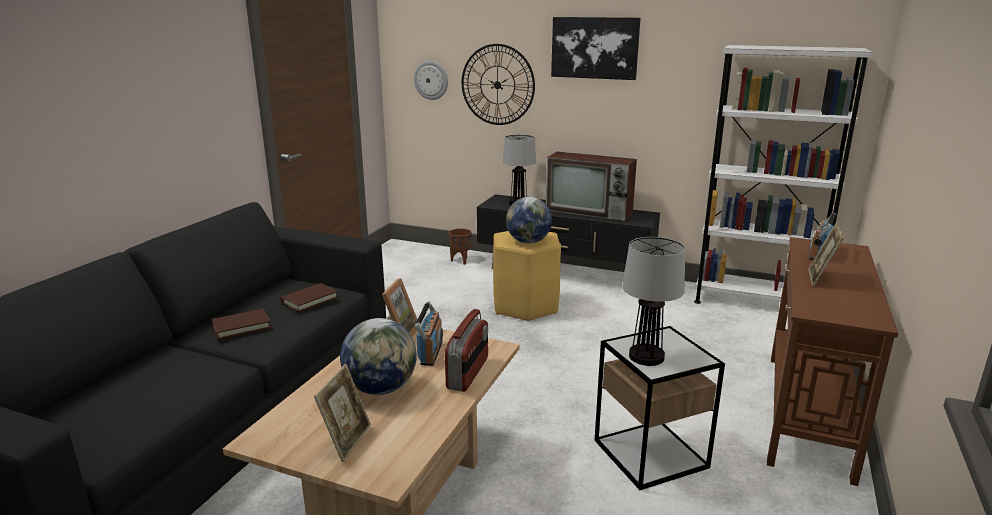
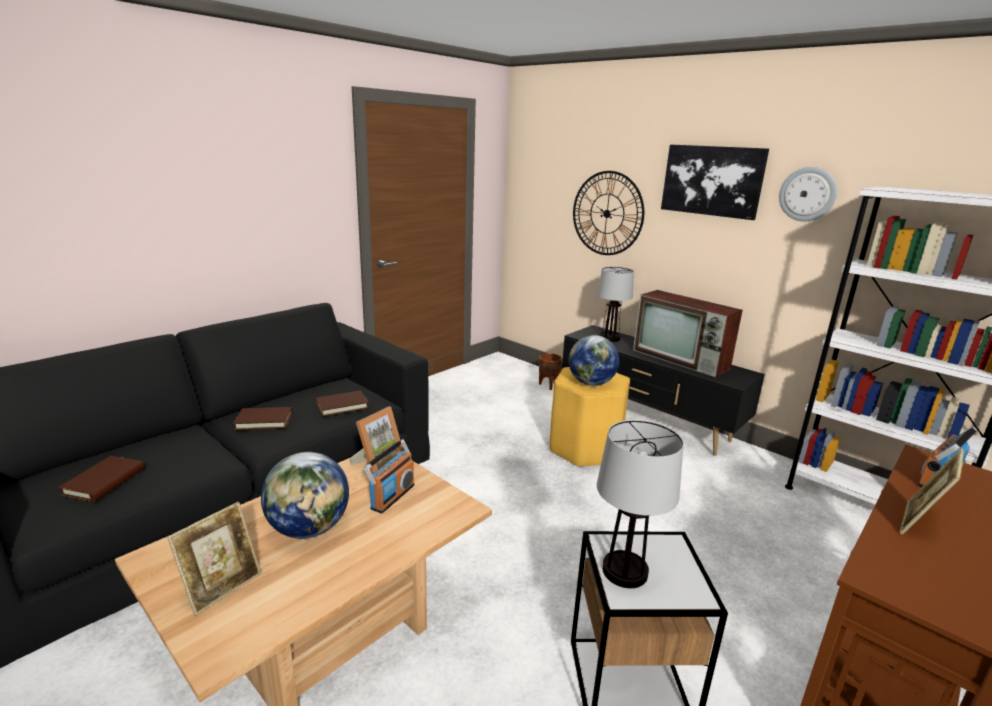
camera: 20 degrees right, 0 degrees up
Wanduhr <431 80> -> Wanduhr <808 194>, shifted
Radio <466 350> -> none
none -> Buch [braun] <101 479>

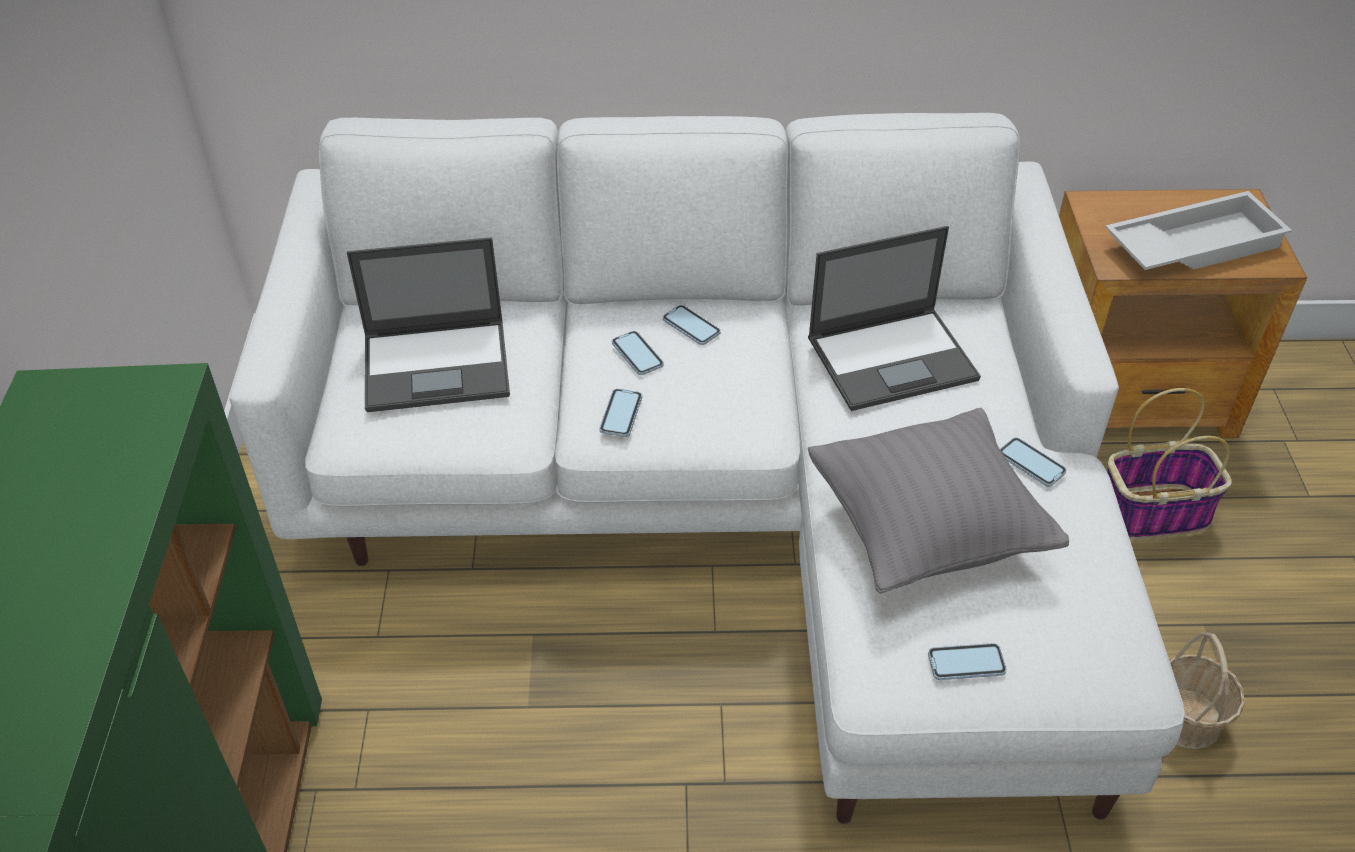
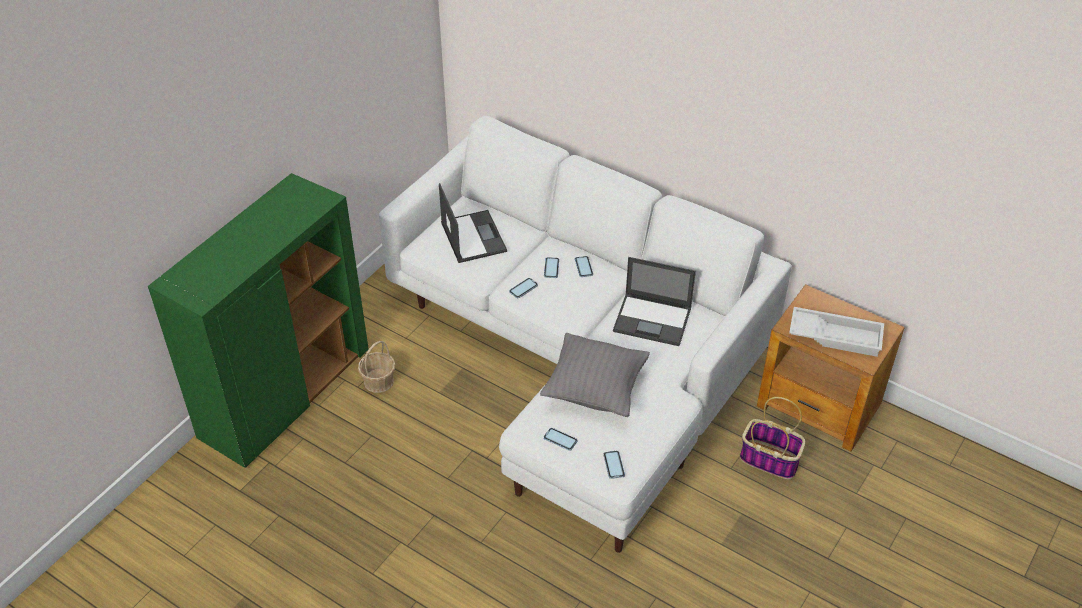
camera: 35 degrees right, 0 degrees up
Laptop <428 324> -> Laptop <473 223>, 135 degrees counterclockwise
Handy <1033 462> -> Handy <614 465>, shifted
Korb <1207 690> -> Korb <376 367>, shifted

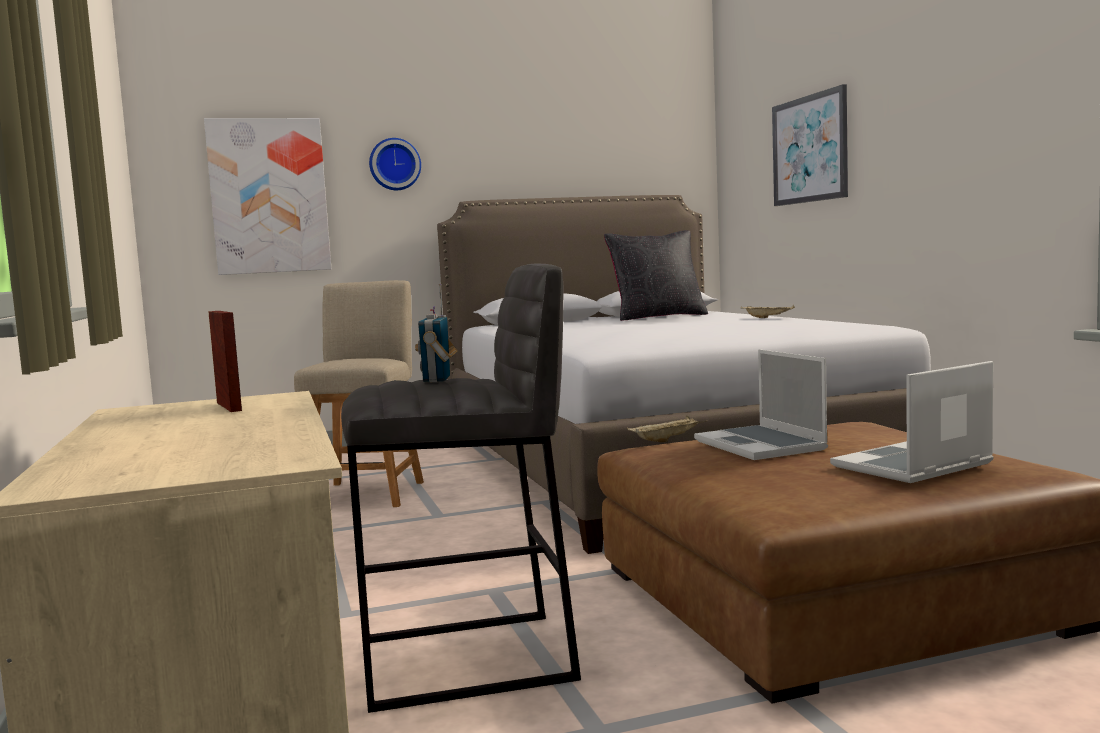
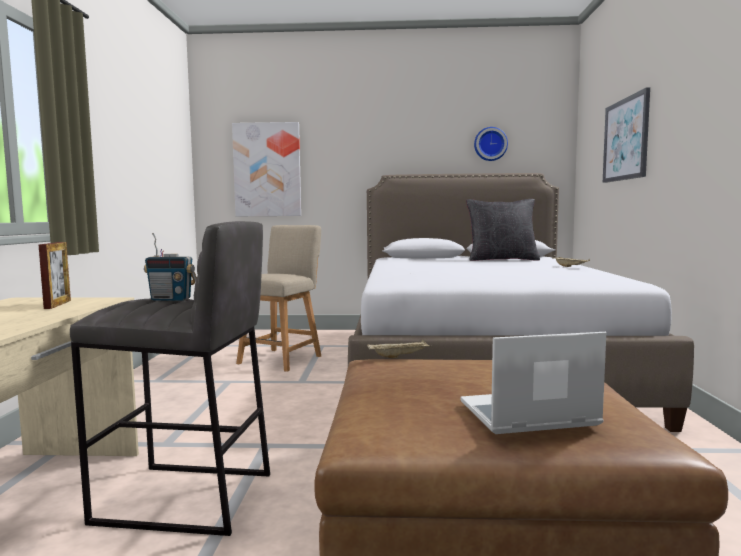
camera: 20 degrees right, 0 degrees up
Wanduhr <395 164> -> Wanduhr <491 144>, shifted
Radio <436 333> -> Radio <170 267>, 105 degrees counterclockwise
Laptop <761 404> -> none

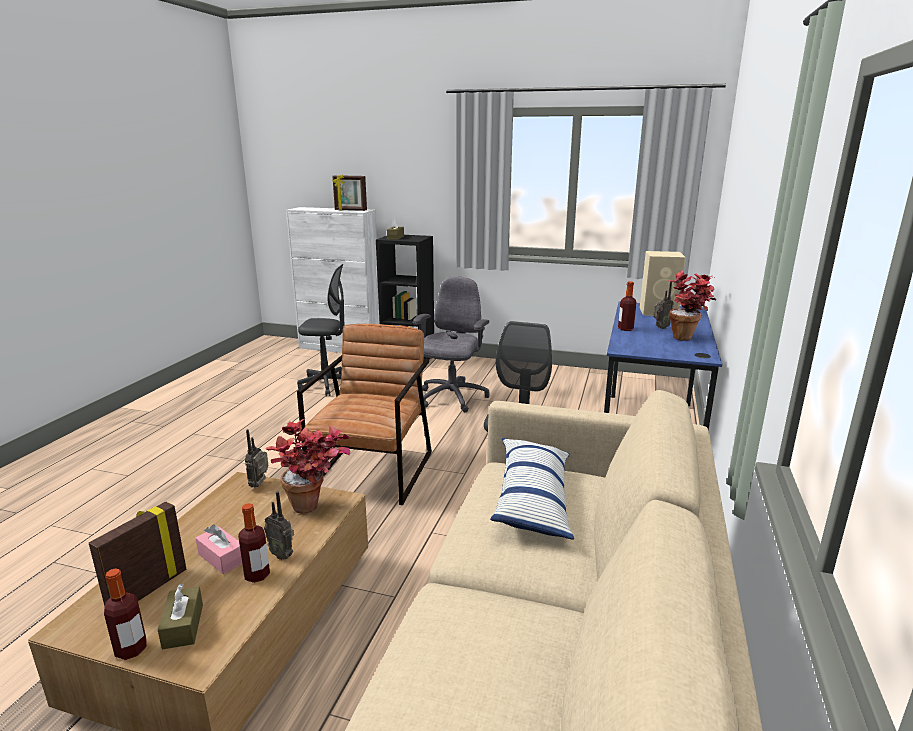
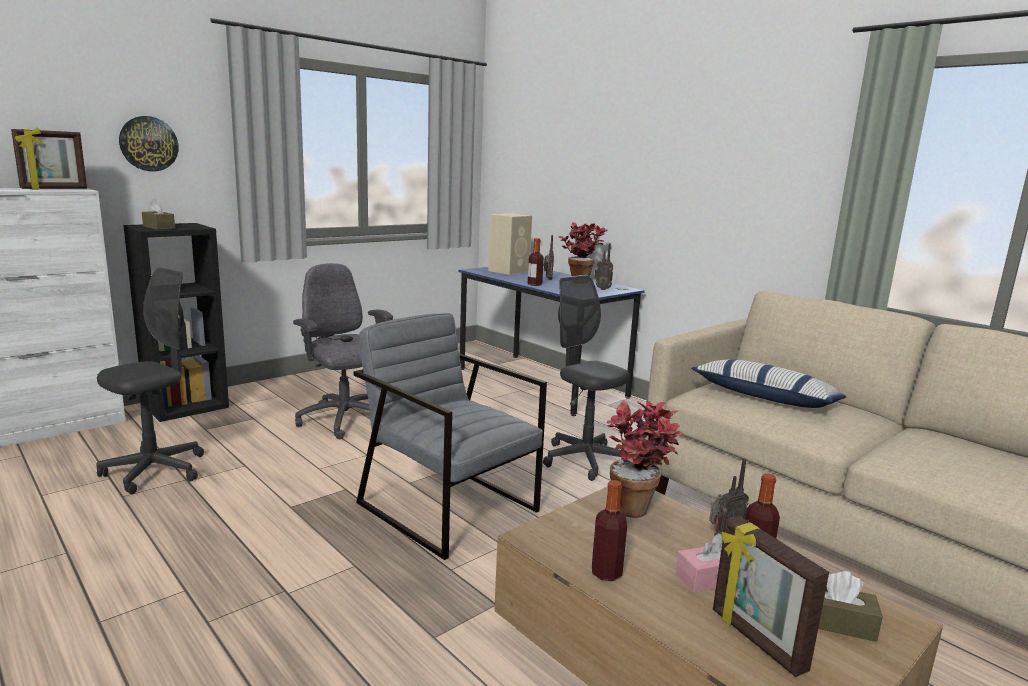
camera: 60 degrees left, 5 degrees down
Sessel [braun] <364 414> -> Sessel [grau] <450 436>
Radio <256 458> -> Radio <604 266>, shifted
Flasche <125 614> -> Flasche <609 530>, shifted
none -> Wanduhr <149 144>

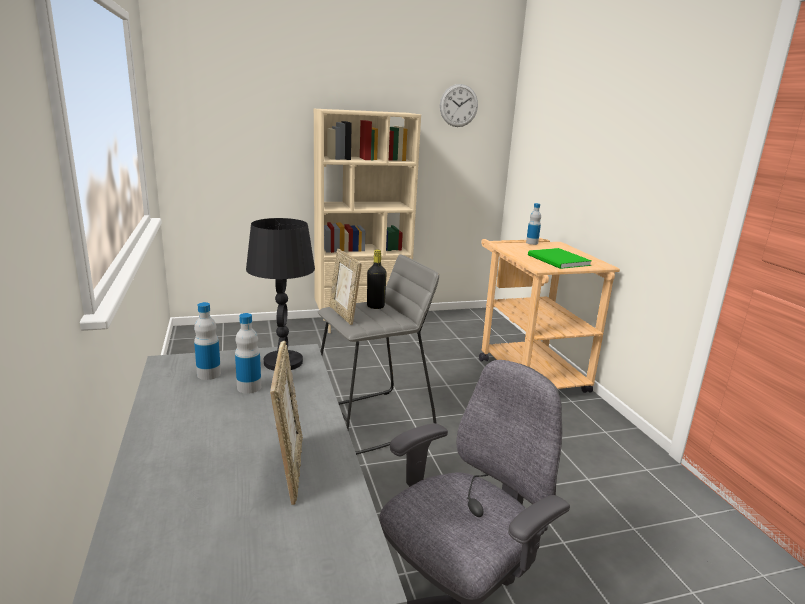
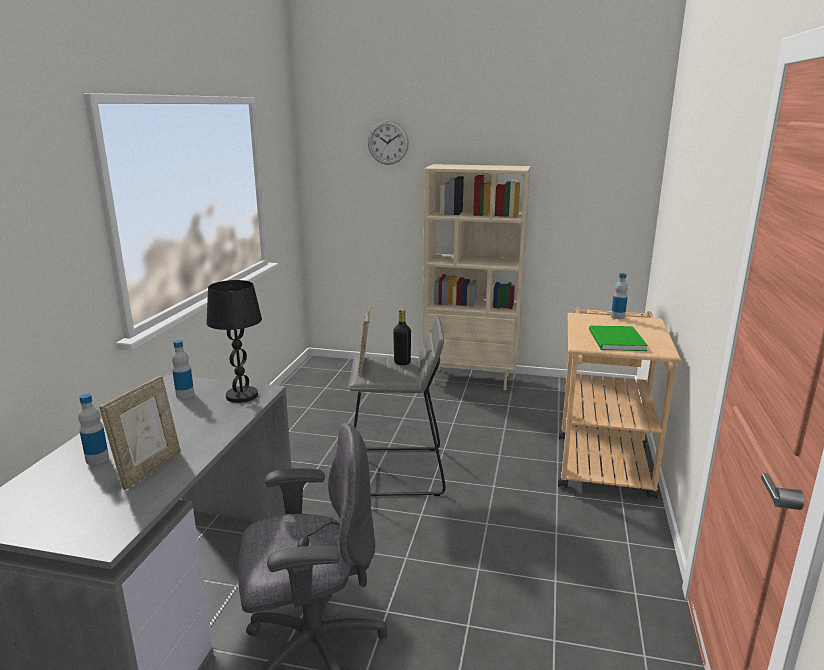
camera: 30 degrees right, 0 degrees up
Wanduhr <459 105> -> Wanduhr <388 143>, shifted
Flasche <248 353> -> Flasche <93 429>, shifted

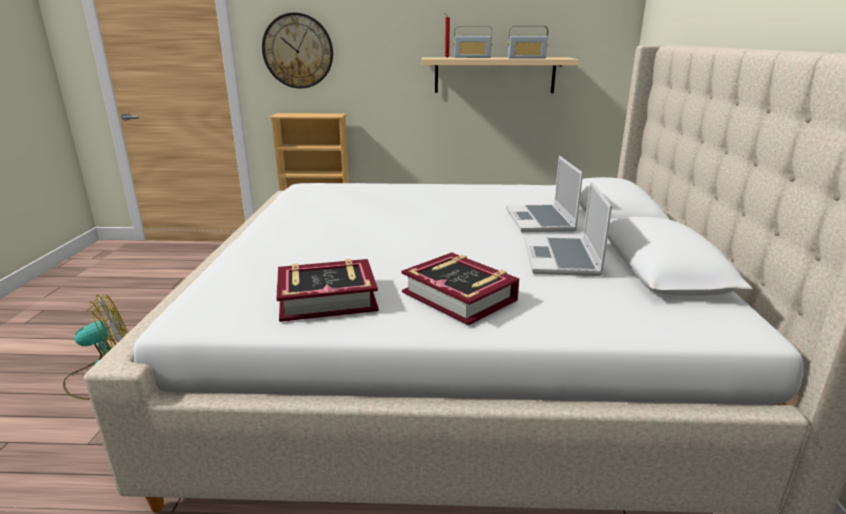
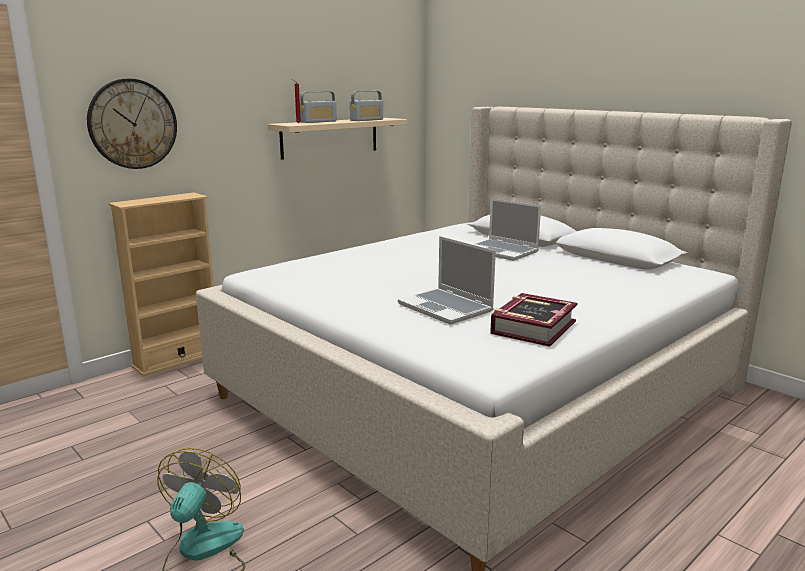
camera: 45 degrees left, 5 degrees down
Laptop <568 228> -> Laptop <447 280>, shifted
Buch <460 289> -> none

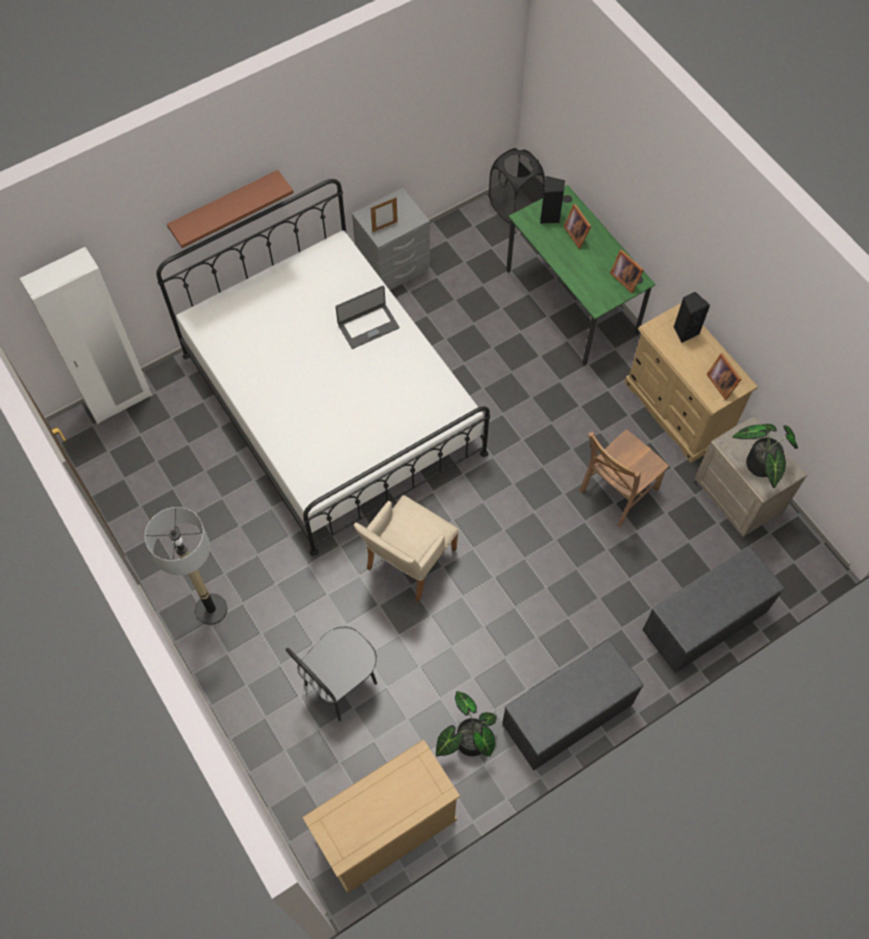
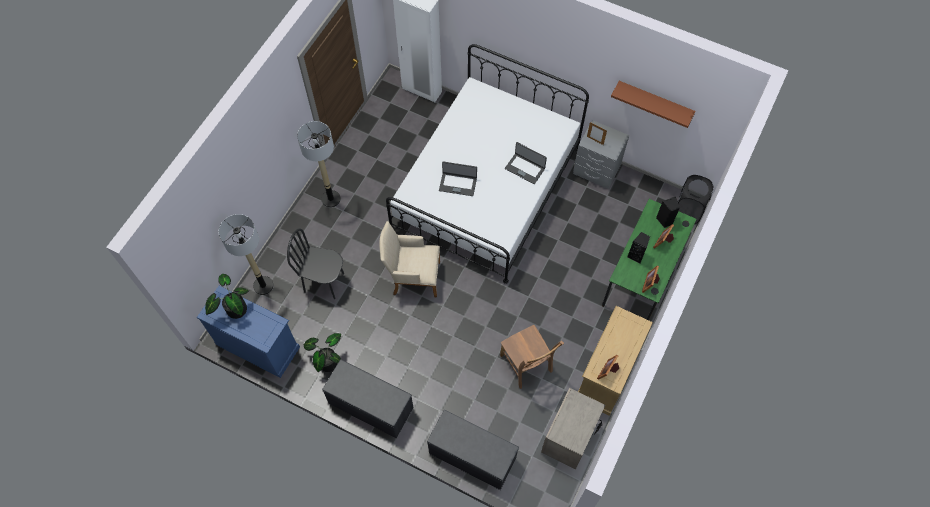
camera: 60 degrees right, 0 degrees up
Wandregal [braun] <230 209> -> Wandregal [braun] <653 104>, shifted
Lautsprecher [schwarz] <692 317> -> Lautsprecher [schwarz] <638 248>, shifted
Topfpflanze <765 456> -> Topfpflanze <227 296>, shifted
Stuhl [braun] <624 478> -> Stuhl [braun] <532 357>, 135 degrees counterclockwise
Kommode [beige] <381 816> -> Kommode [blau] <248 332>
none -> Laptop <458 178>
none -> Stehlampe <246 254>

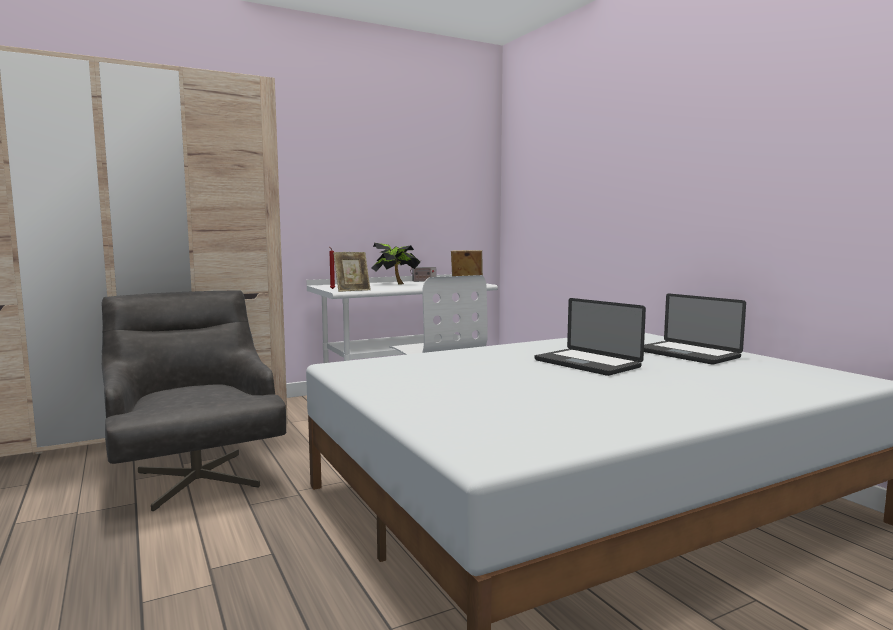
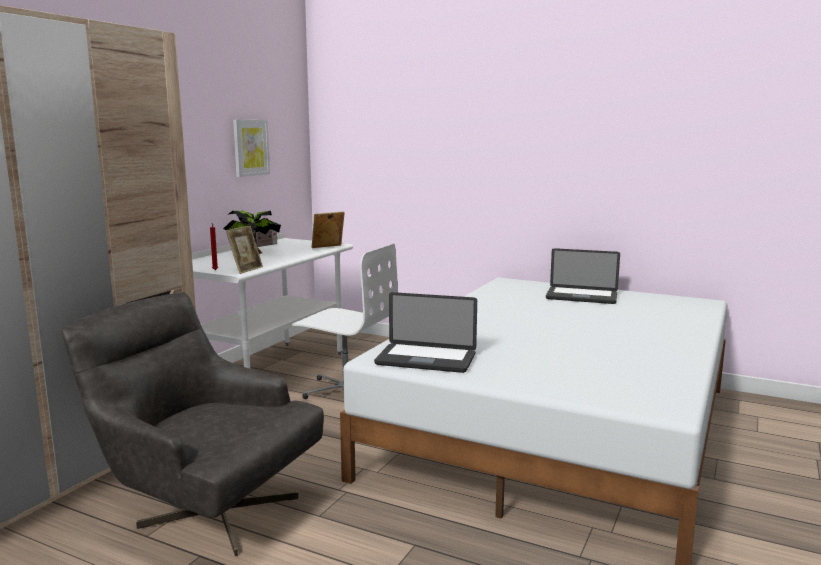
camera: 35 degrees left, 5 degrees up
Laptop <590 337> -> Laptop <425 332>, shifted
none -> Bild <251 148>

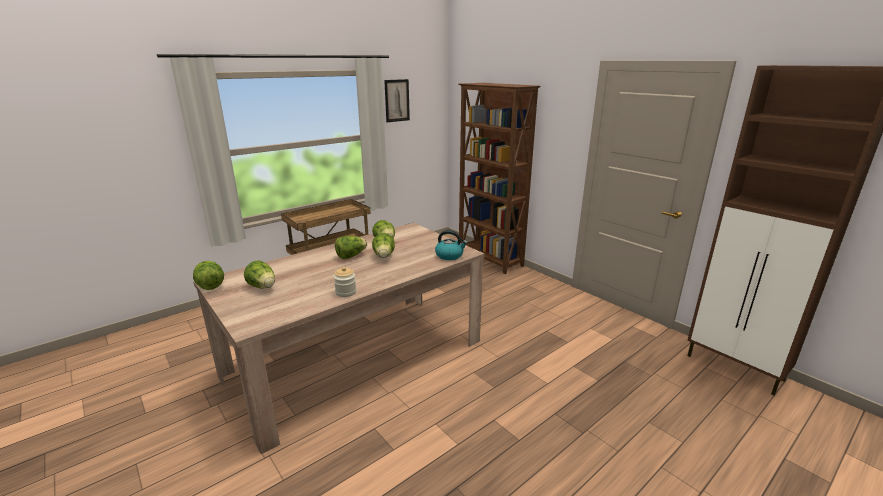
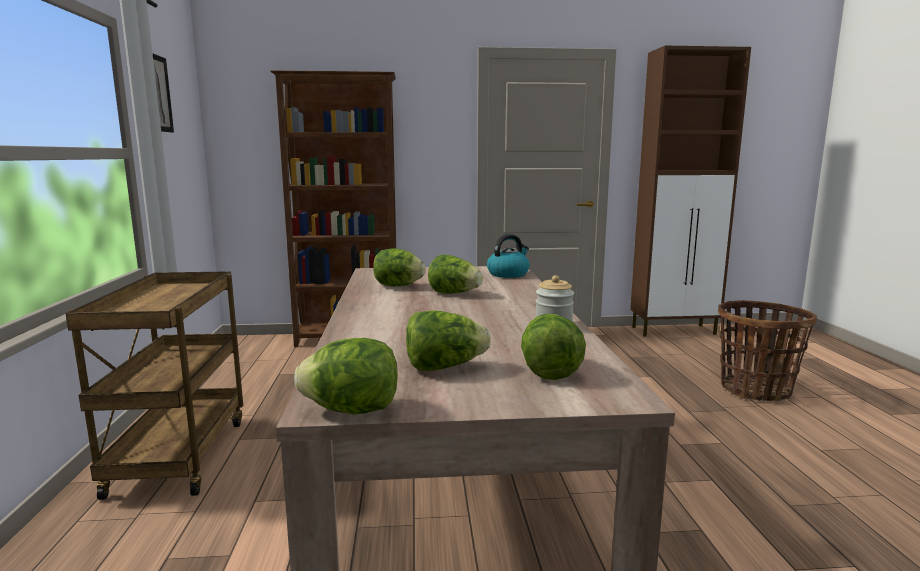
camera: 55 degrees left, 10 degrees down
Salatkopf <351 247> -> Salatkopf <553 347>, shifted
none -> Korb <767 350>

